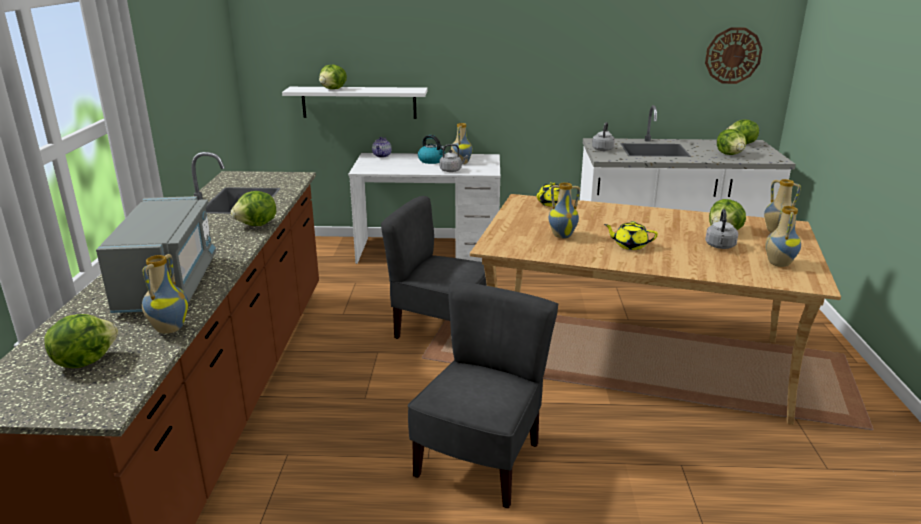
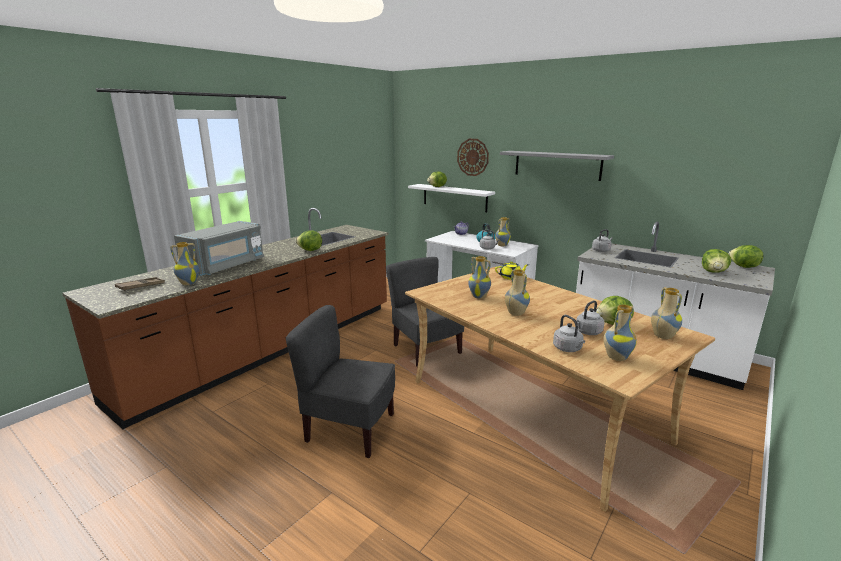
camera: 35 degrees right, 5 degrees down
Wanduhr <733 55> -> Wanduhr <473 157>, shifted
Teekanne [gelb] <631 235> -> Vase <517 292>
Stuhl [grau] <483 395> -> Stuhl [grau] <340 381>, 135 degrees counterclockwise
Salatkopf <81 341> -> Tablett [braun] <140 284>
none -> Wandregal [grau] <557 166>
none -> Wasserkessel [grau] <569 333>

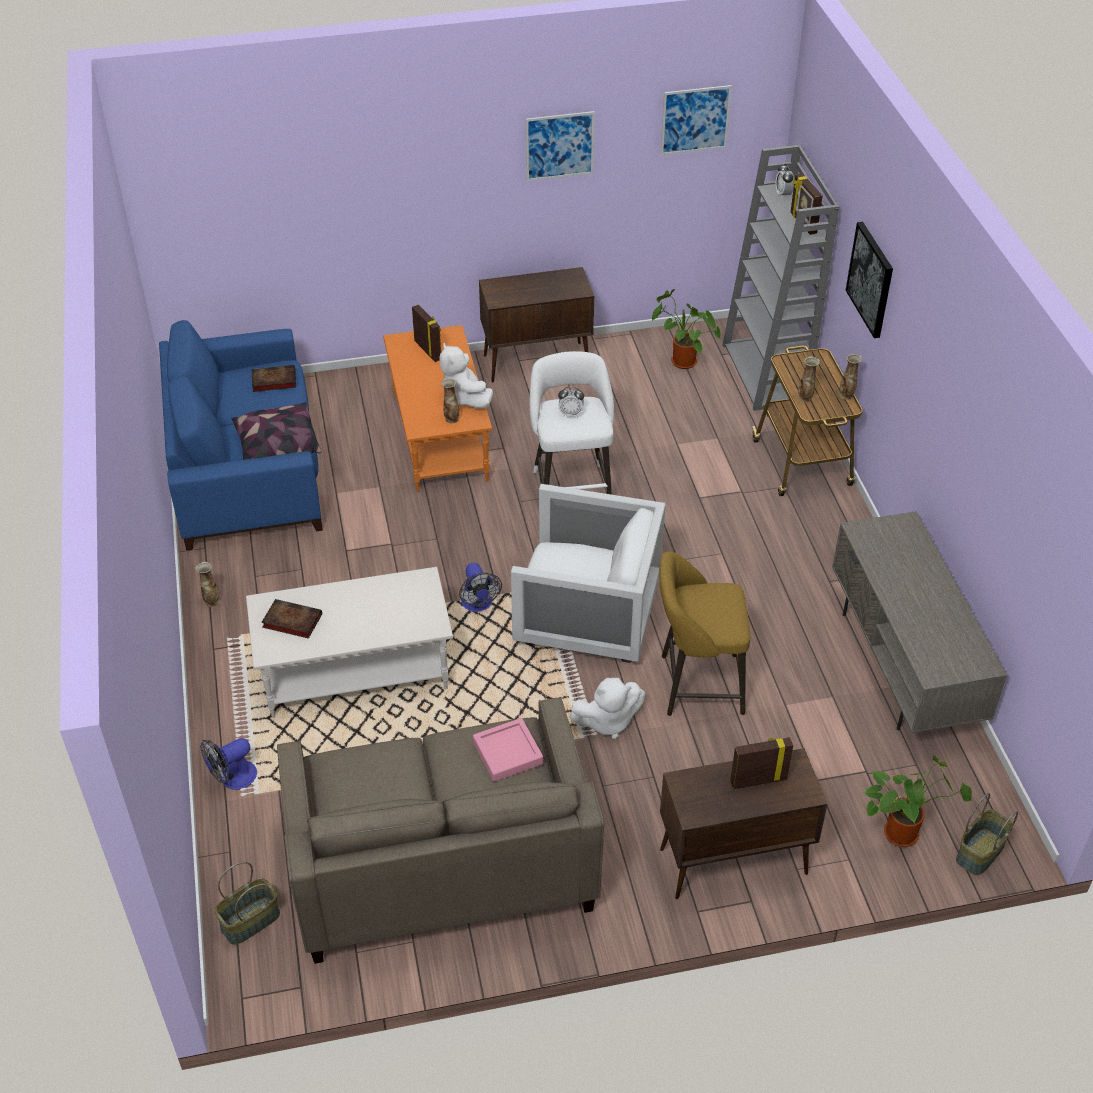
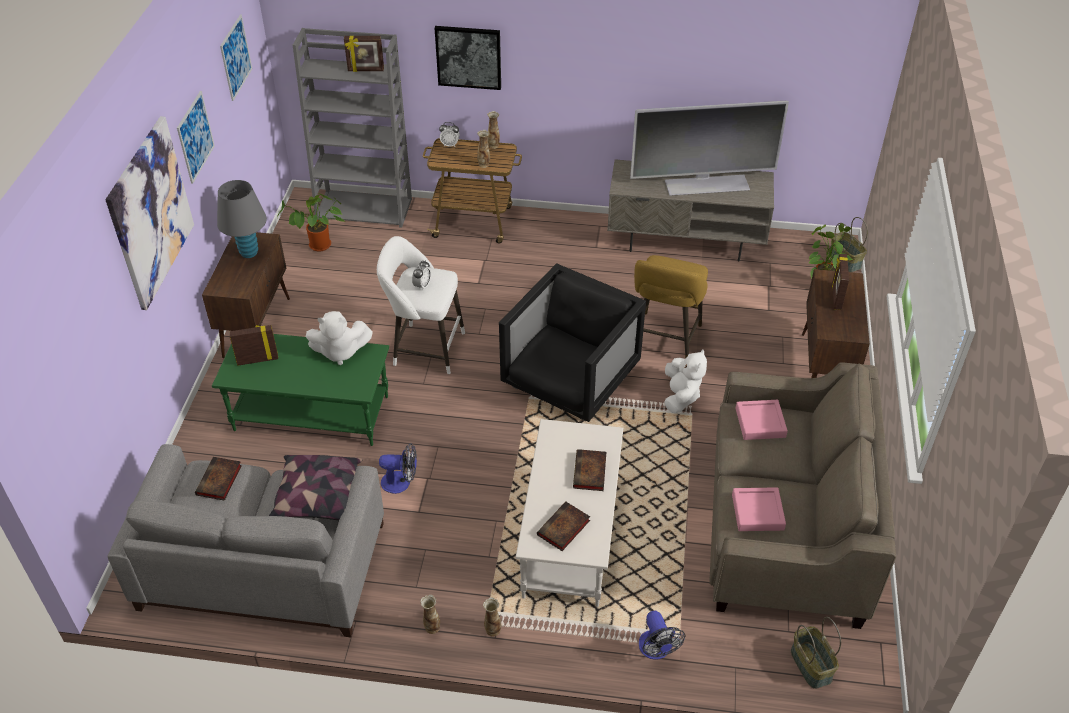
camera: 70 degrees left, 0 degrees up
Wecker <785 180> -> Wecker <449 134>, shifted
Sofa [blau] <241 435> -> Sofa [grau] <245 540>
Couchtisch [orange] <437 408> -> Couchtisch [grün] <300 390>
Vase <450 400> -> Vase <492 617>, shifted
Sessel [weiß] <588 573> -> Sessel [schwarz] <572 342>
Ventilator <480 587> -> Ventilator <398 468>, shifted
none -> Fernseher <709 148>
none -> Bild <149 213>
none -> Tischlampe [grau] <242 219>
none -> Buch <590 470>
none -> Tablett [rosa] <759 509>

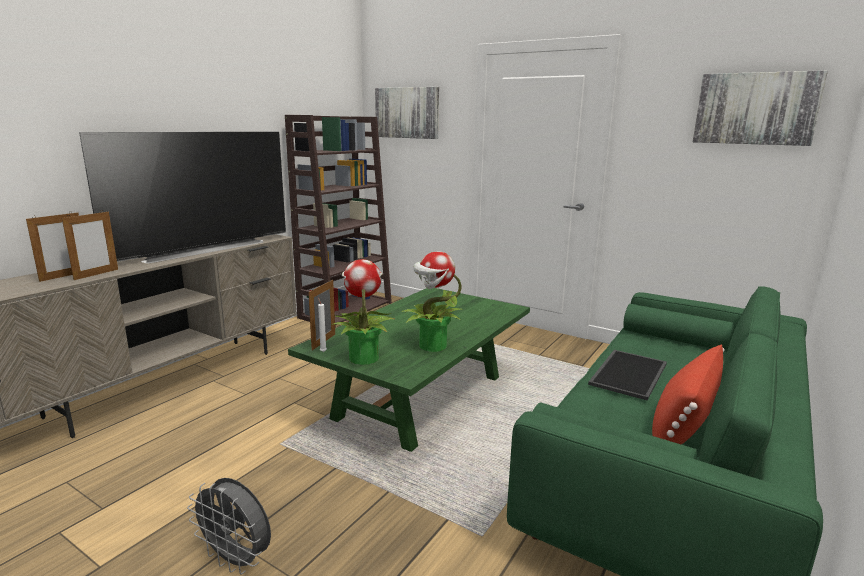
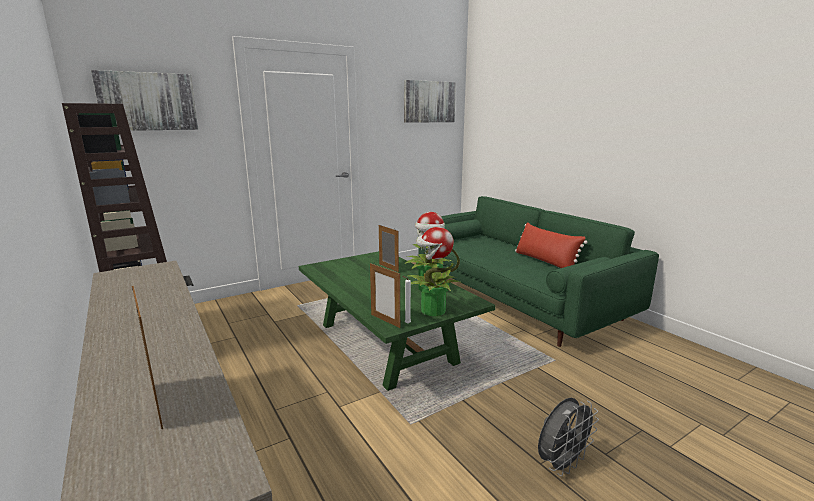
camera: 65 degrees left, 0 degrees up
Fernseher <182 197> -> none
Bilderrahmen <90 245> -> Bilderrahmen <389 248>, shifted
Tablett <627 375> -> none

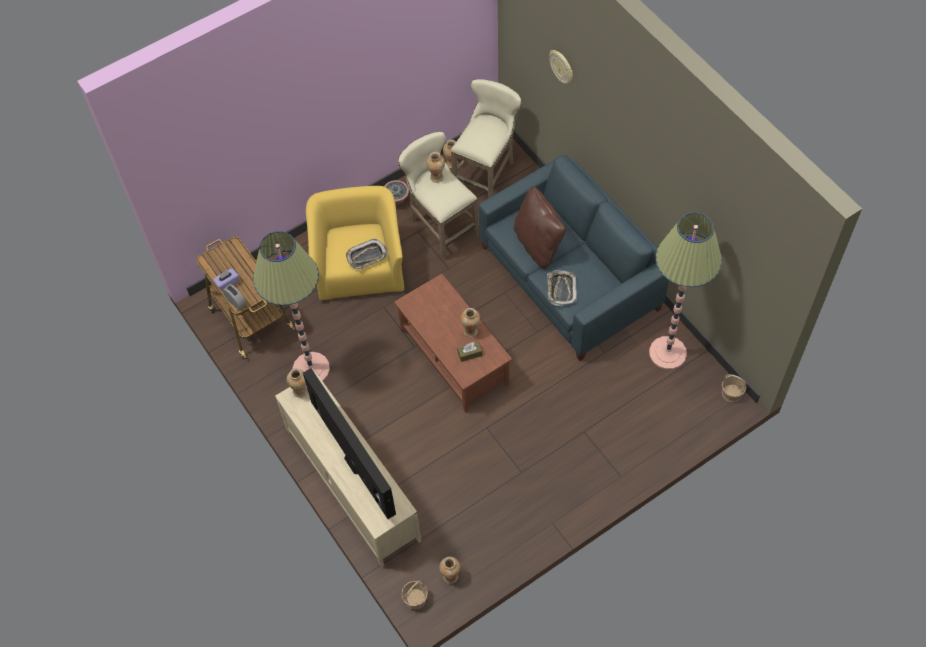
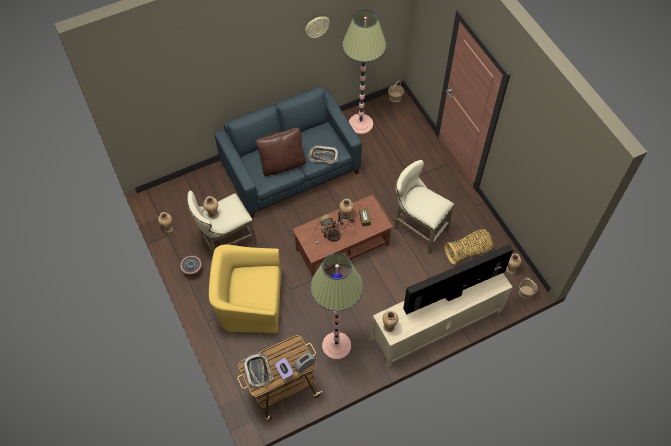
camera: 85 degrees left, 0 degrees up
Wanduhr <561 67> -> Wanduhr <317 27>, shifted
Hocker [beige] <486 138> -> Hocker [beige] <424 207>, shifted
Tablett <367 254> -> Tablett <258 370>, shifted
none -> Tischlampe <335 227>
none -> Korb <468 247>

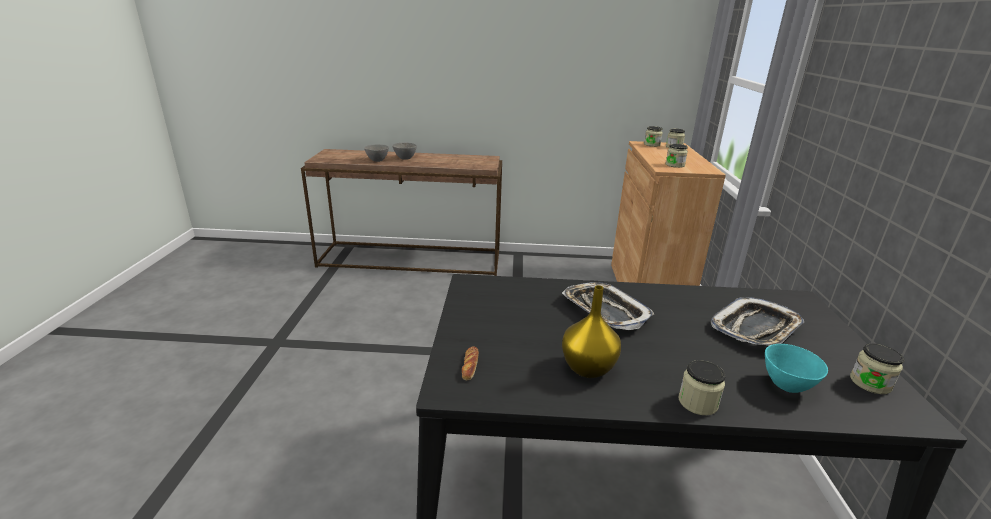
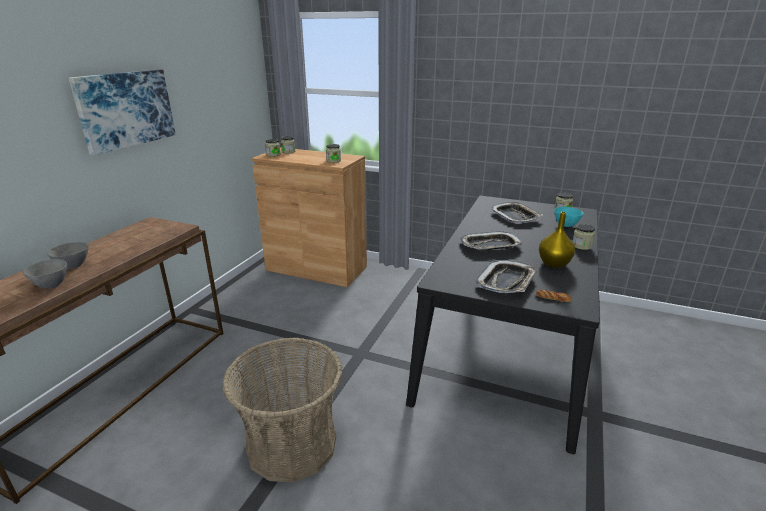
camera: 70 degrees left, 0 degrees up
none -> Bild <122 112>
none -> Tablett <506 276>
none -> Korb <282 410>

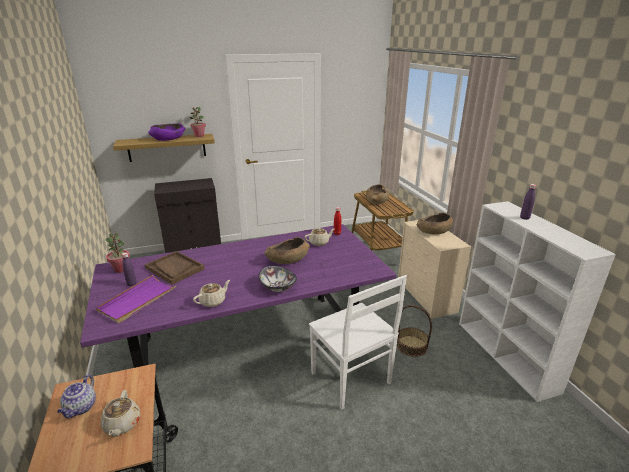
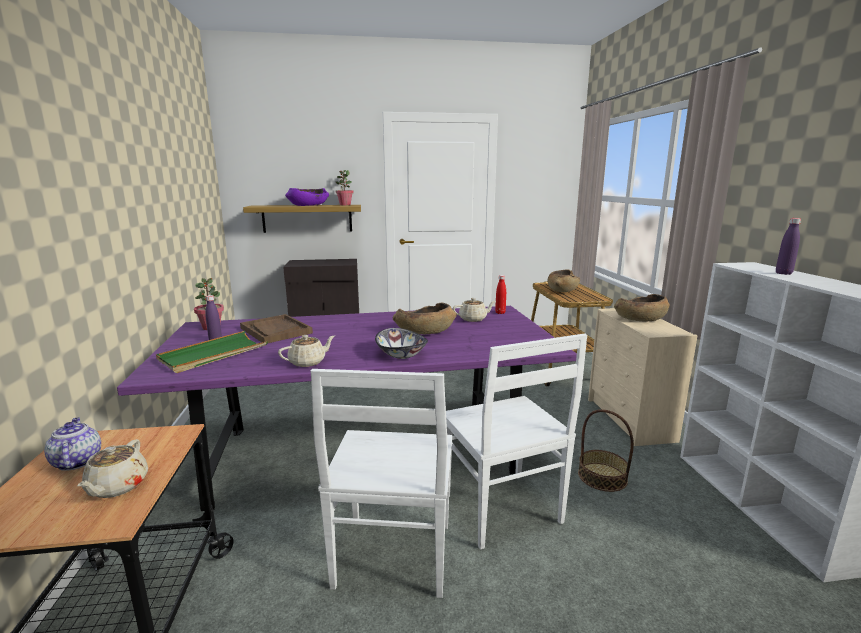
camera: 10 degrees right, 10 degrees down
Tablett [lila] <136 299> -> Tablett [grün] <212 352>
Teekanne <76 396> -> Teekanne <72 444>, 135 degrees clockwise
none -> Stuhl [weiß] <381 483>

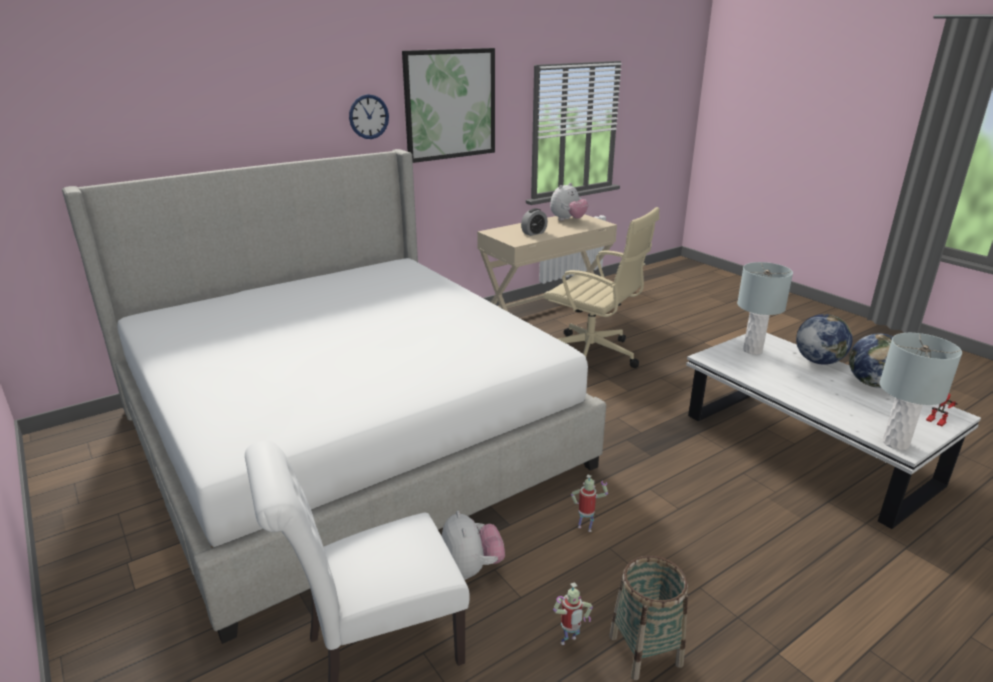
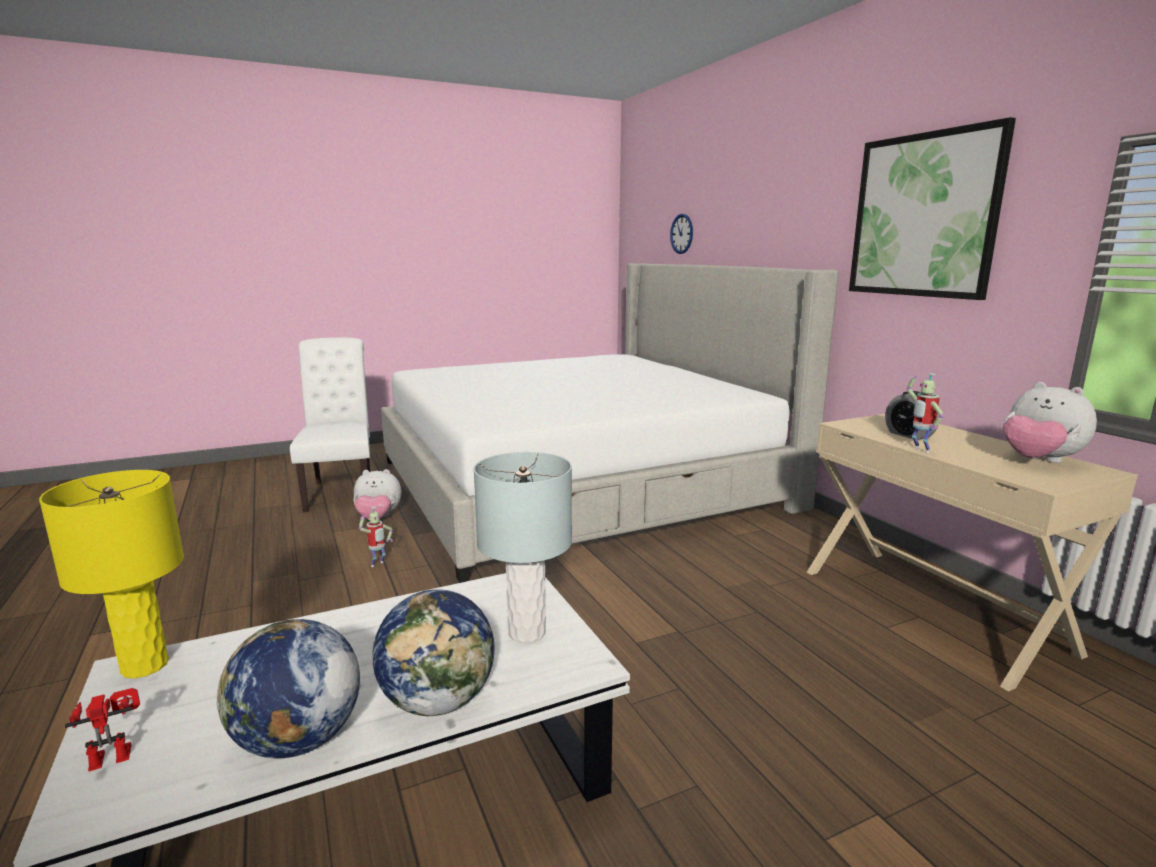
camera: 100 degrees right, 10 degrees down
Wanduhr <369 116> -> Wanduhr <681 234>, shifted
Bürostuhl [beige] <601 287> -> none
Tischlampe [grau] <921 391> -> Tischlampe [gelb] <111 574>
Korb <648 618> -> none
Spielzeugroboter <573 613> -> Spielzeugroboter <925 413>, shifted

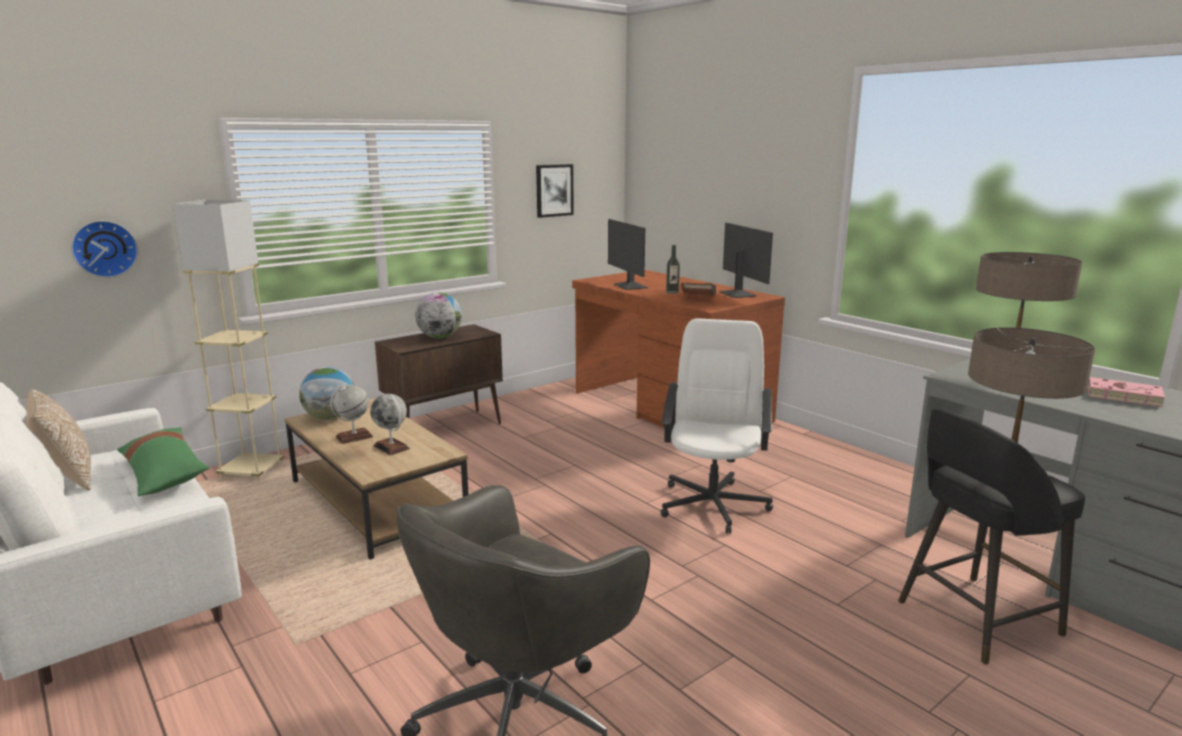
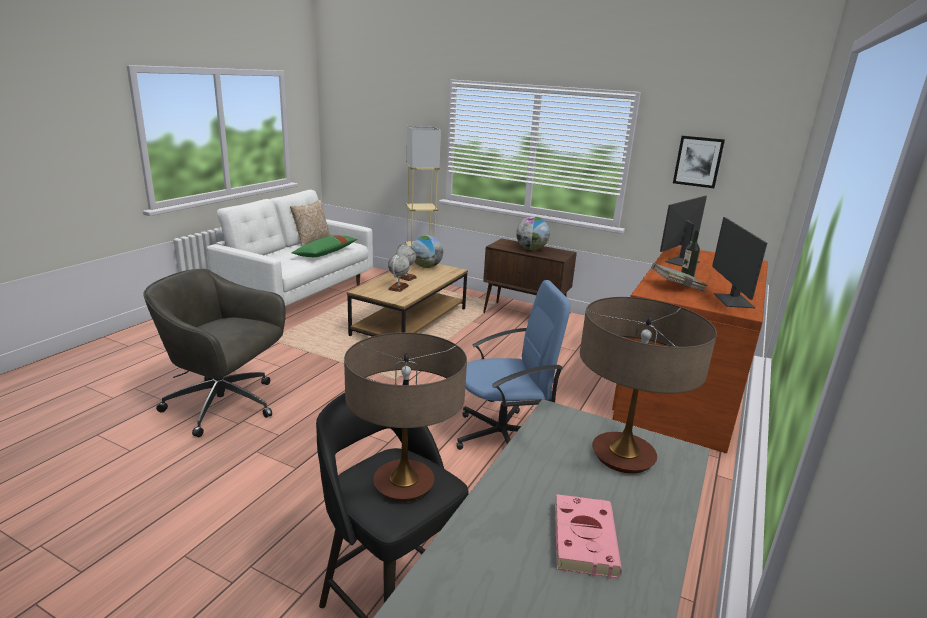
camera: 65 degrees right, 5 degrees up
Wanduhr <104 249> -> none
Monitor <746 260> -> Monitor <739 262>, 135 degrees clockwise
Buch [braun] <698 289> -> Buch [grau] <679 277>
Bürostuhl [weiß] <717 426> -> Bürostuhl [blau] <514 365>

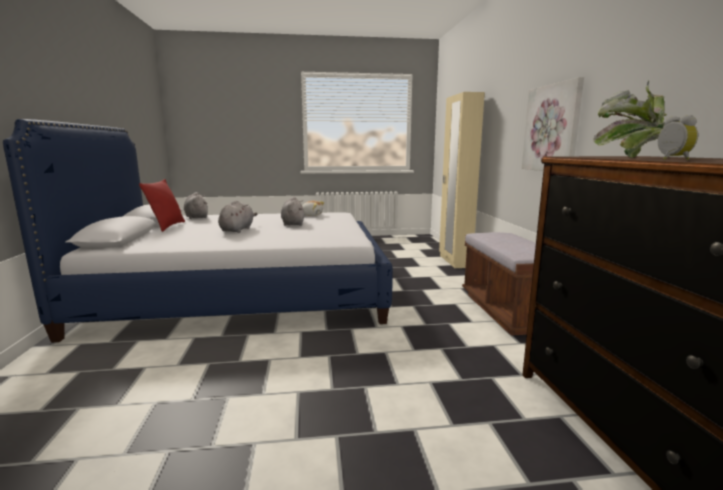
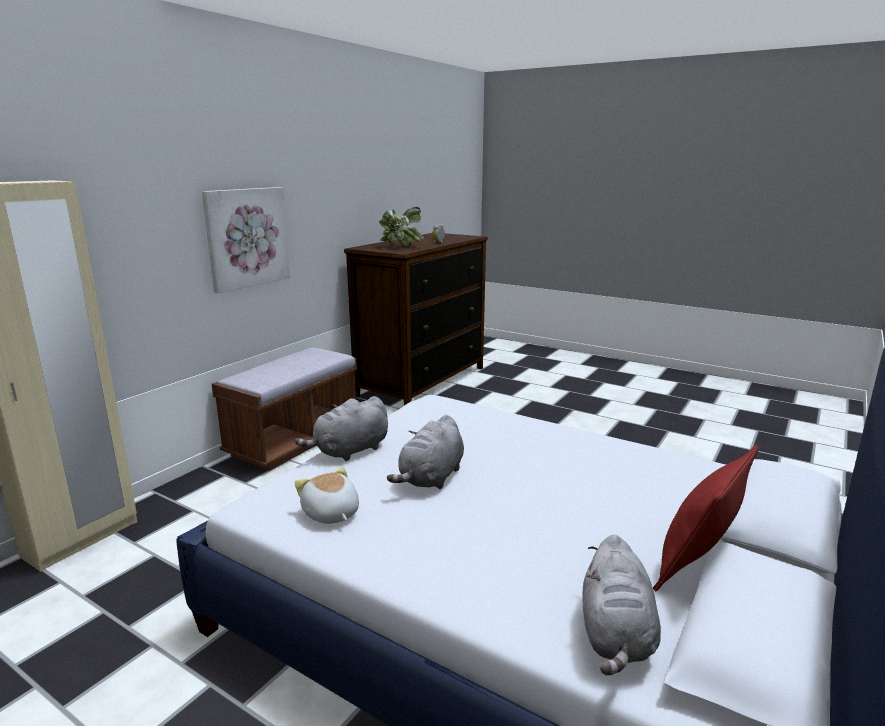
camera: 140 degrees left, 5 degrees up
Plüschtier [grau] <238 216> -> Plüschtier [grau] <341 428>, shifted

